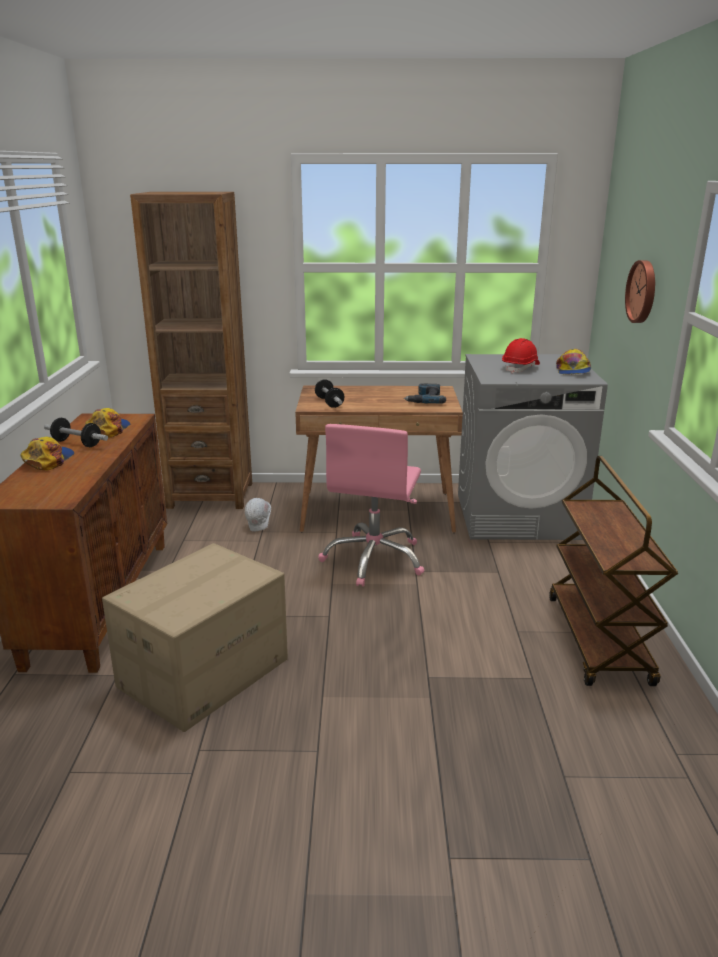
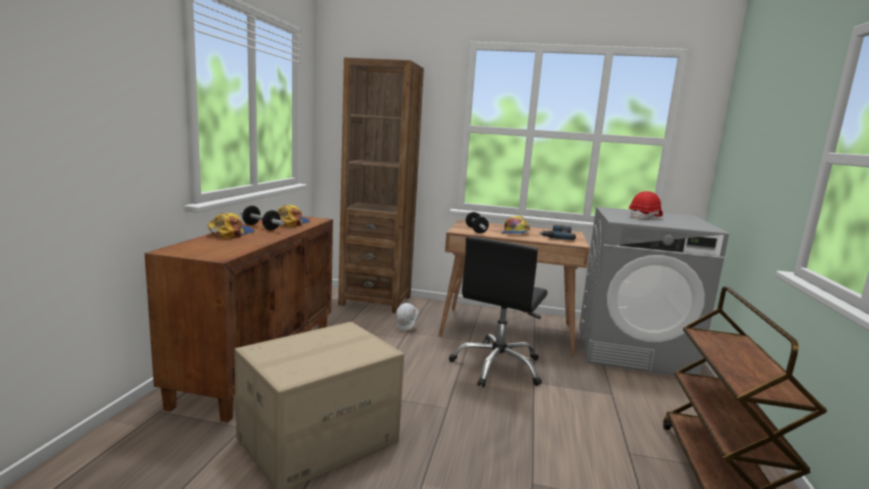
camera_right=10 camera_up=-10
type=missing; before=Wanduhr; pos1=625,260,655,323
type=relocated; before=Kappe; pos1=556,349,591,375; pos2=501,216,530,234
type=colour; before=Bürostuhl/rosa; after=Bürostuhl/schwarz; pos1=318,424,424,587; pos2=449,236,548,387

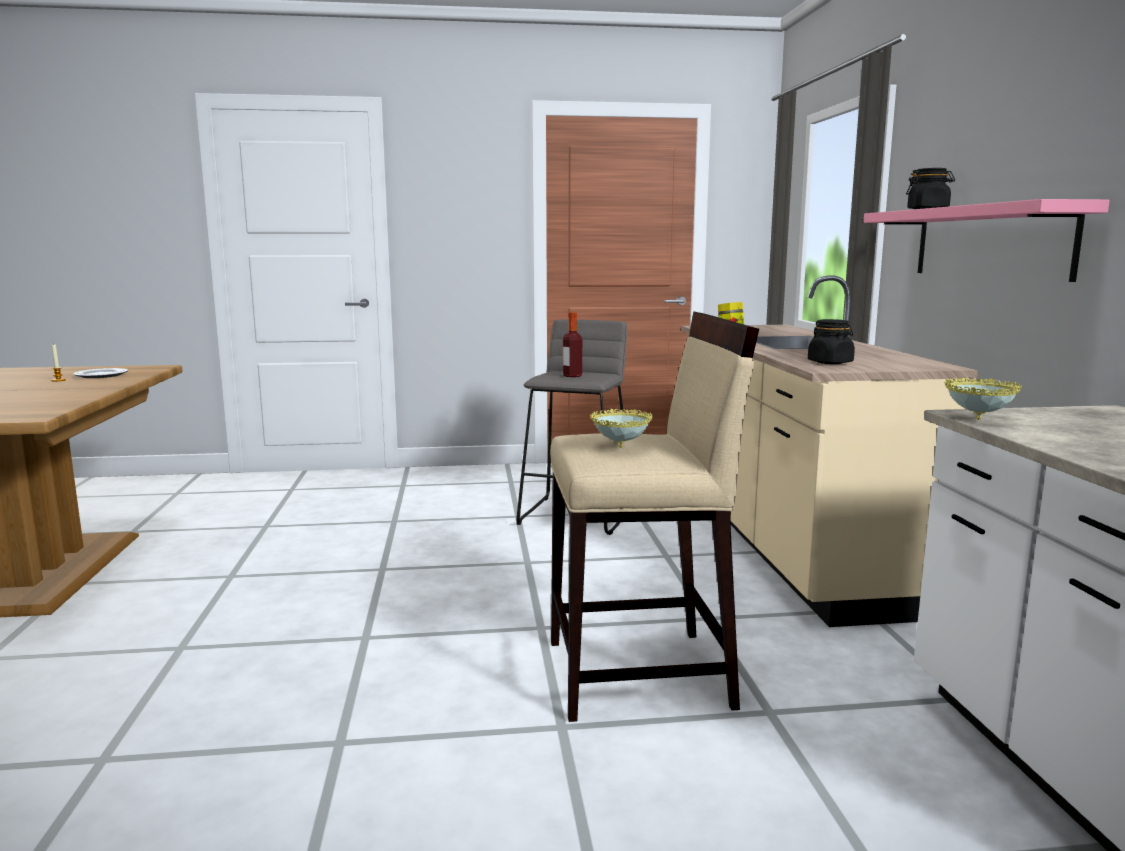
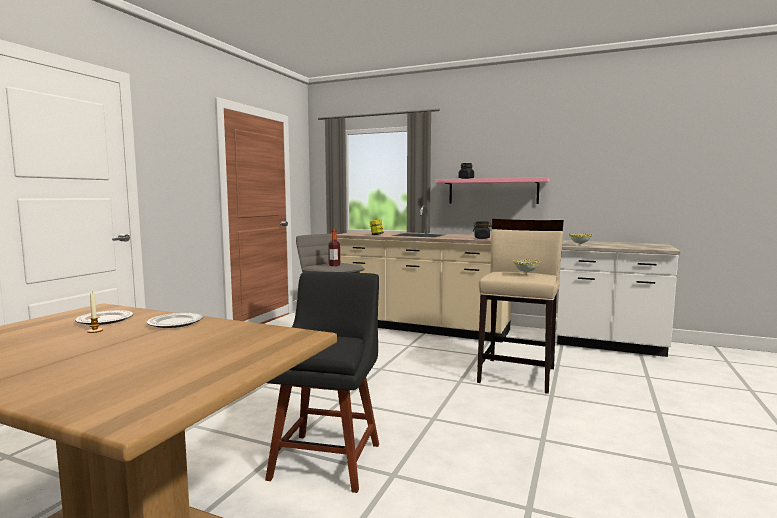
camera_right=-60 camera_up=-5
type=appeared; after=Teller; pos2=147,313,203,328
type=appeared; after=Stuhl/schwarz; pos2=265,271,379,493

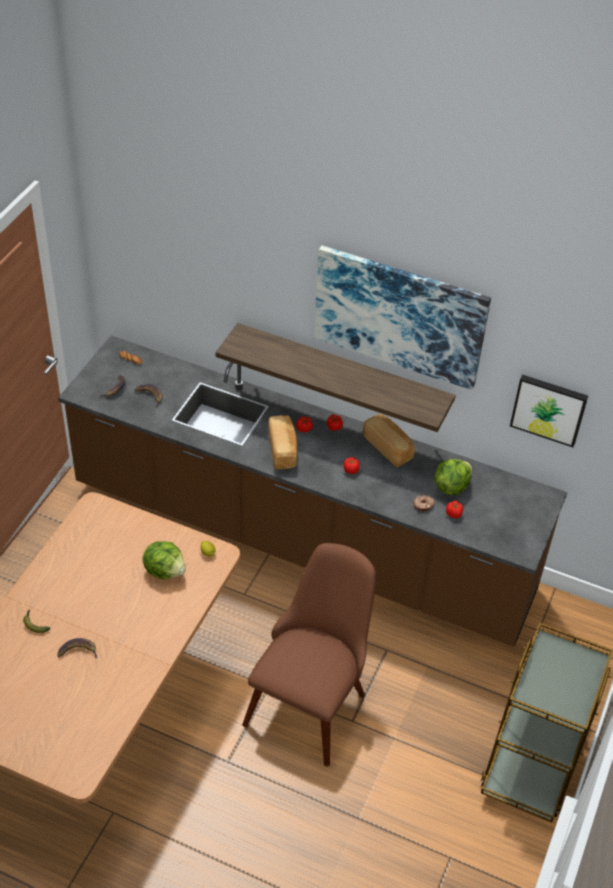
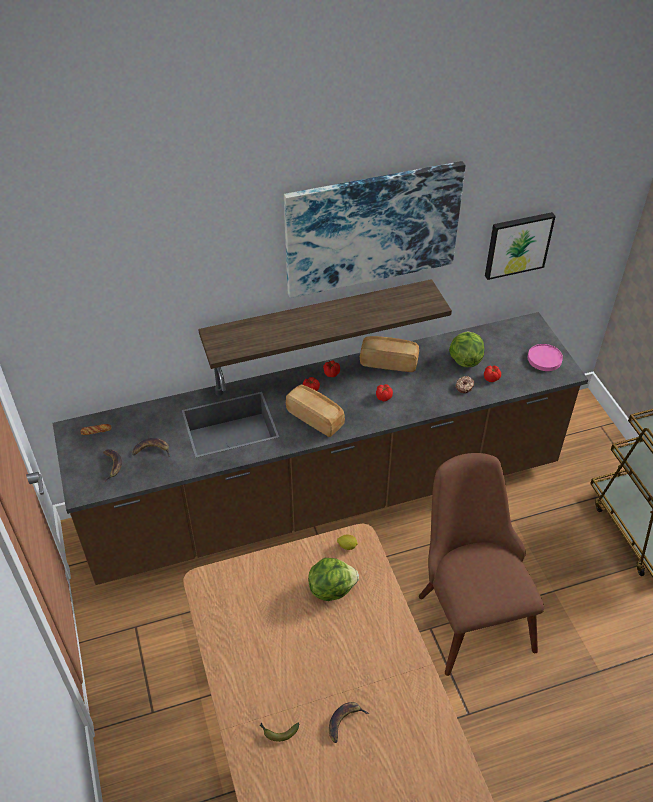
camera_right=-40 camera_up=0
type=appeared; after=Teller/rosa; pos2=528,344,563,371

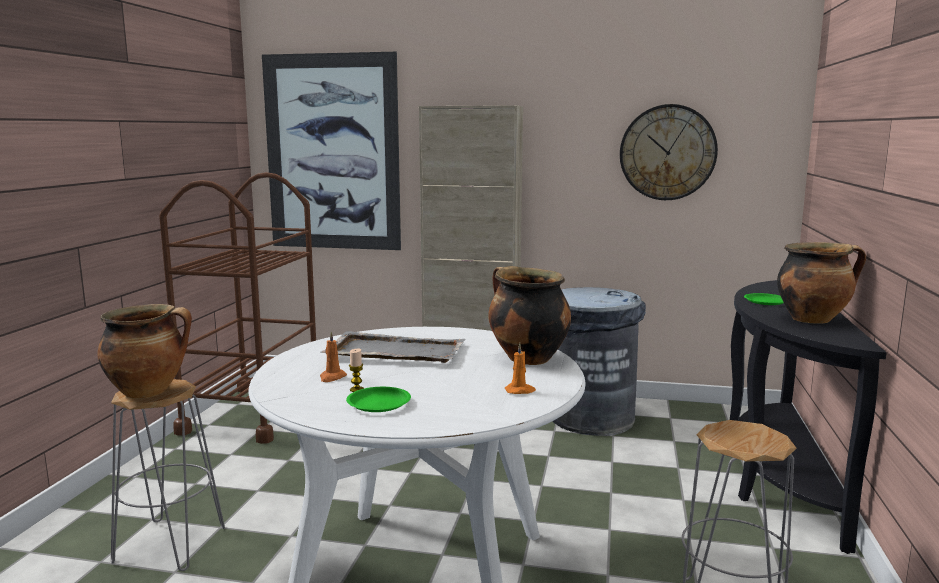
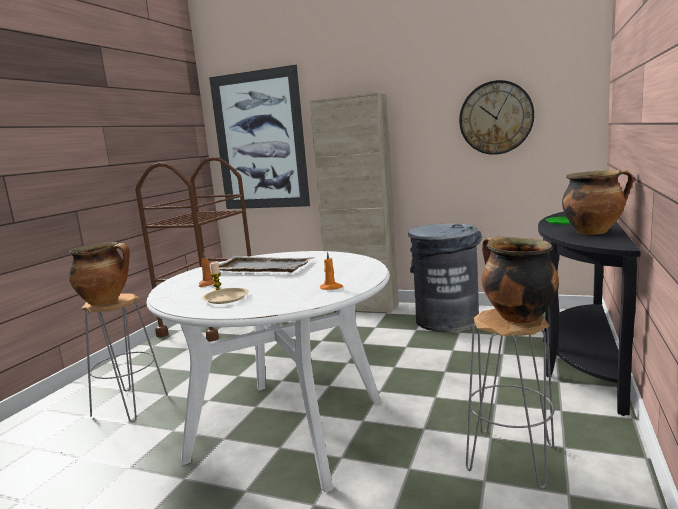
camera_right=10 camera_up=0
type=relocated; before=Kochtopf; pos1=488,266,571,365; pos2=482,237,559,324
type=colour; before=Teller/grün; after=Teller/beige; pos1=346,387,411,412; pos2=202,288,249,304

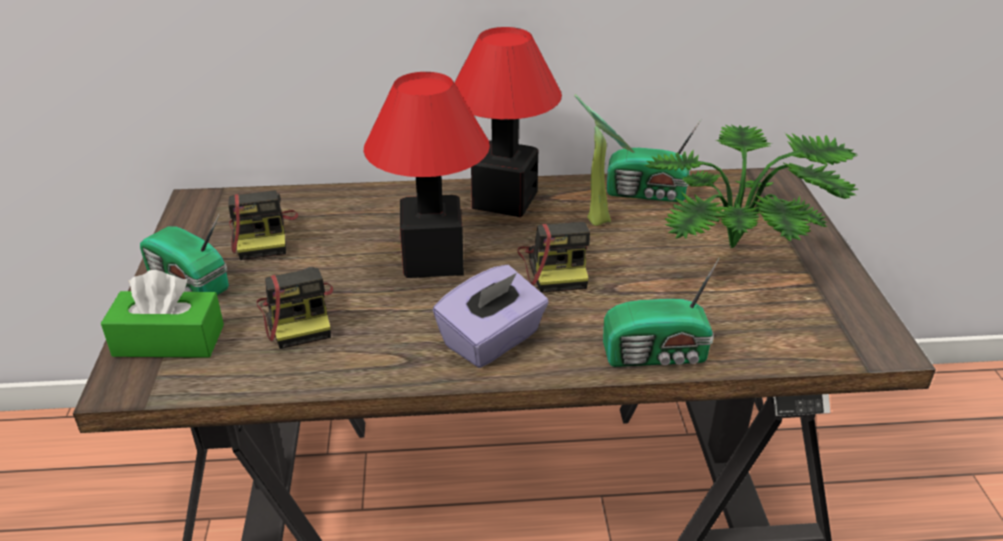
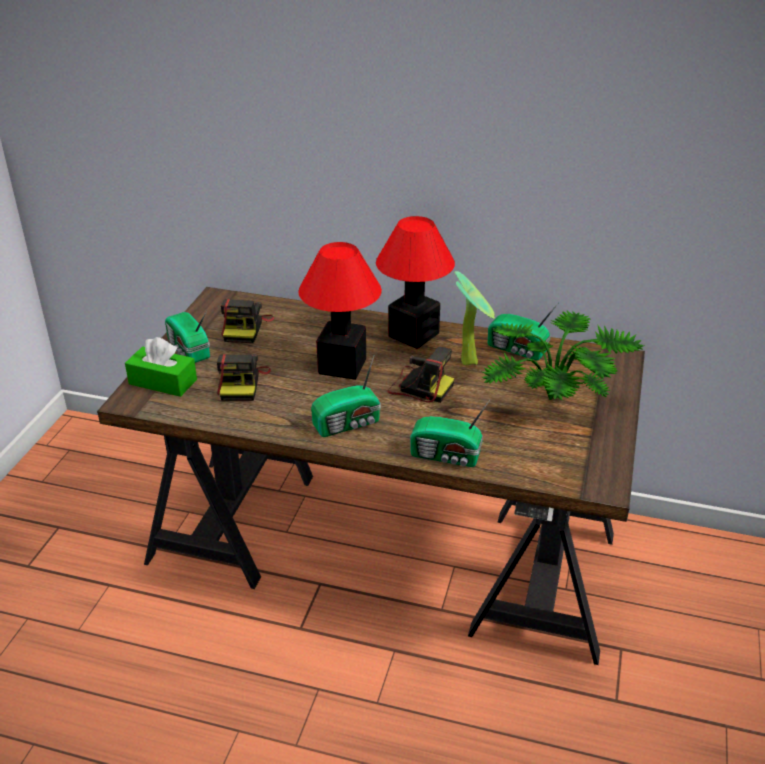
camera_right=20 camera_up=0
type=exchanged; before=Taschentuchbox/lila; after=Radio; pos1=433,265,549,368; pos2=311,356,381,437
type=spun; before=Kamera; pos1=518,222,590,293; pos2=387,347,454,403; turn=-75

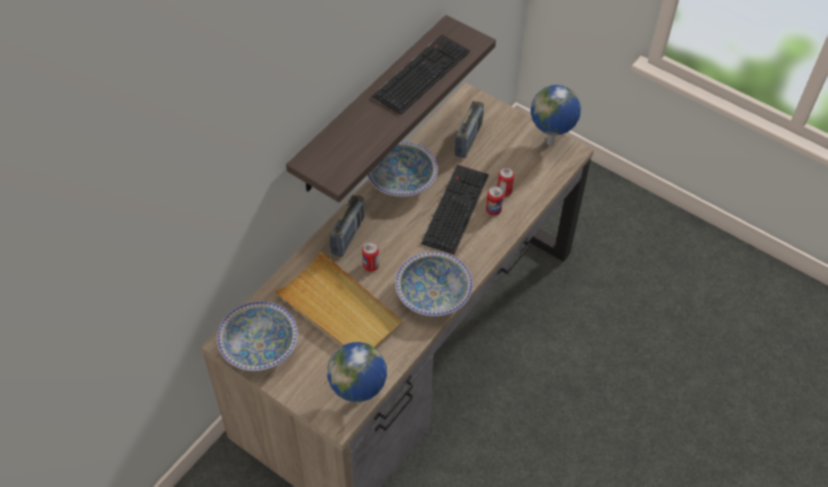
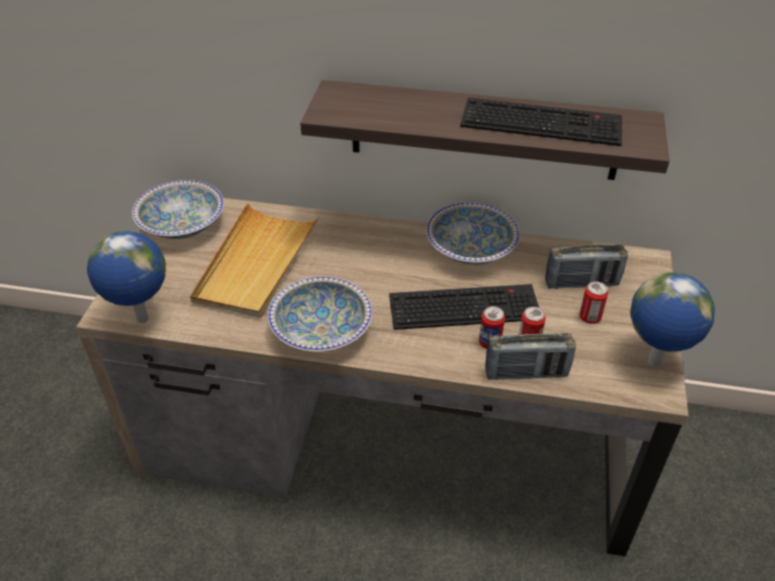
camera_right=65 camera_up=-10
type=relocated; before=Radio; pos1=330,195,365,257; pos2=485,333,576,380
type=relocated; before=Dose; pos1=362,242,379,272; pos2=579,281,608,324

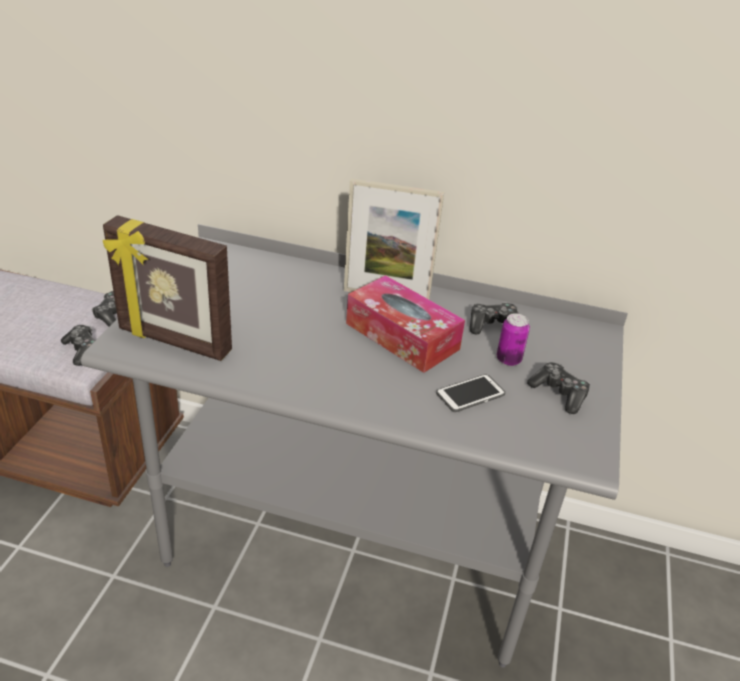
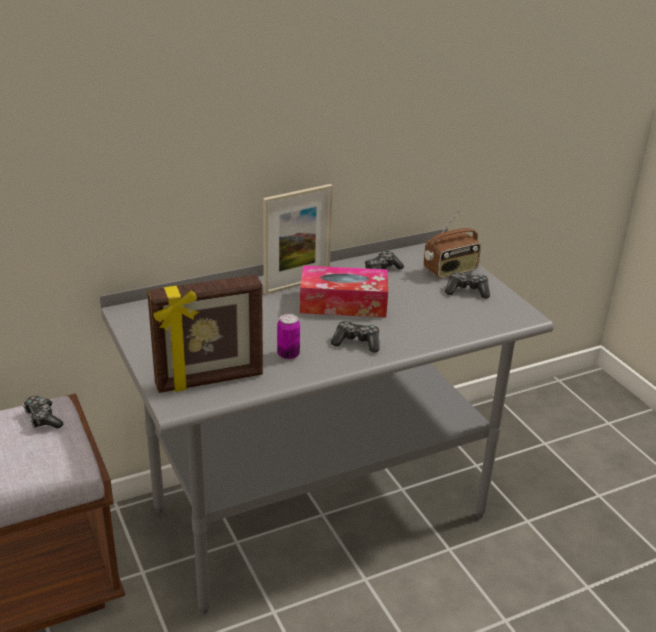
camera_right=-40 camera_up=-5
type=missing; before=Handy; pos1=436,374,505,412
type=appeared; after=Radio; pos2=424,210,481,278
type=relocated; before=Gamepad; pos1=61,325,96,366; pos2=331,321,380,353
type=relocated; before=Dose; pos1=497,313,530,366; pos2=277,314,300,360

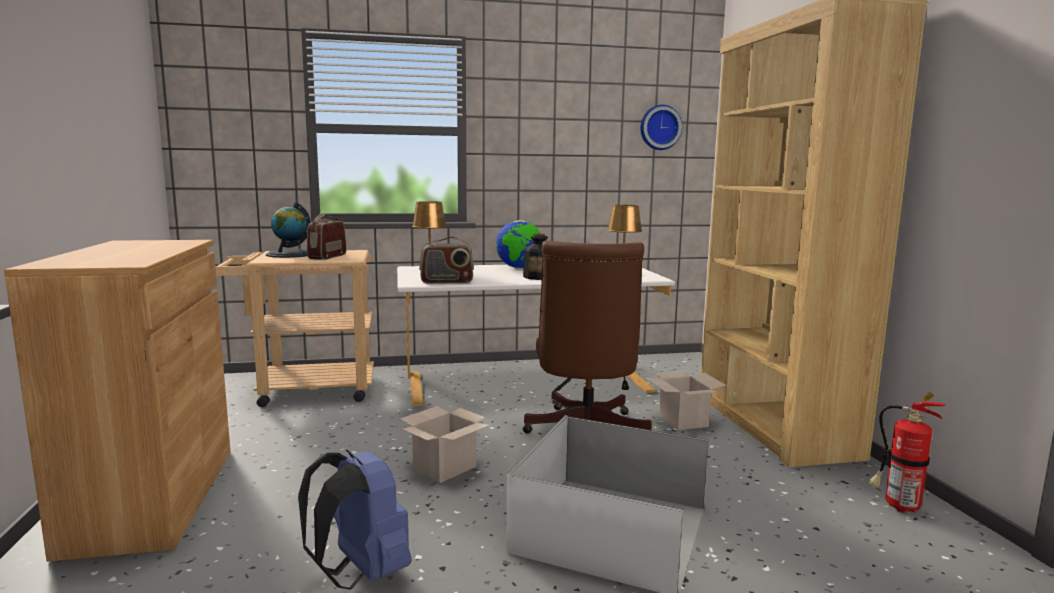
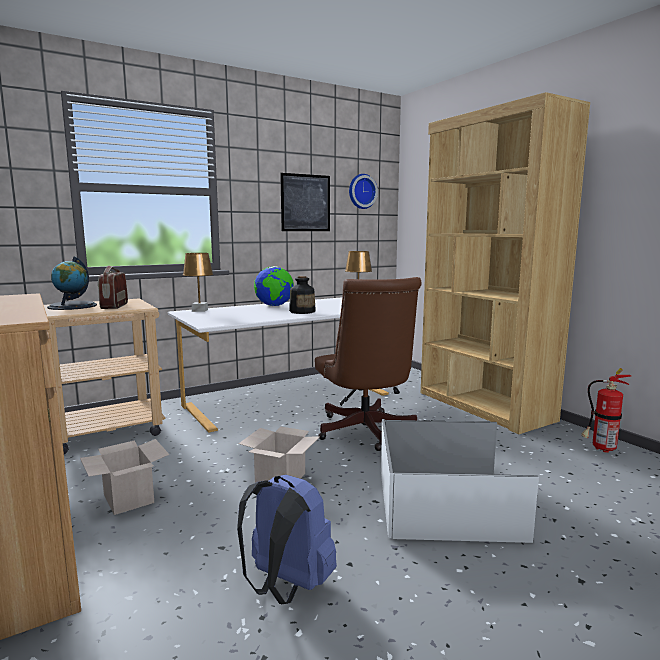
camera_right=-20 camera_up=0
type=missing; before=Radio; pos1=419,237,474,284
type=appeared; after=Bild; pos2=280,173,330,231
type=relocated; before=Karton; pos1=646,372,726,430; pos2=80,439,169,515

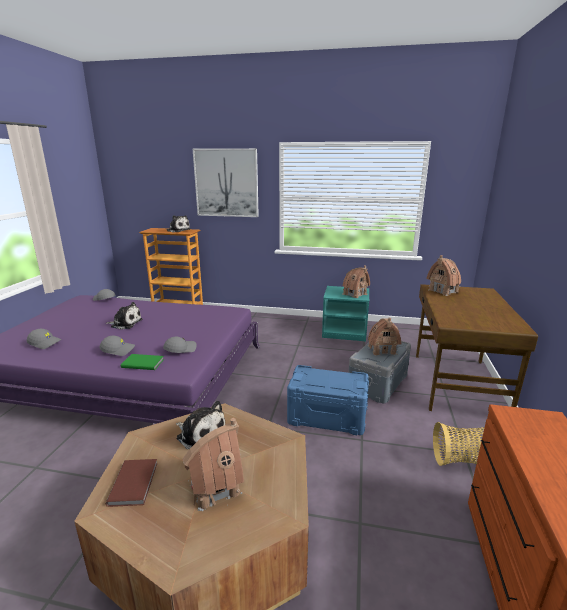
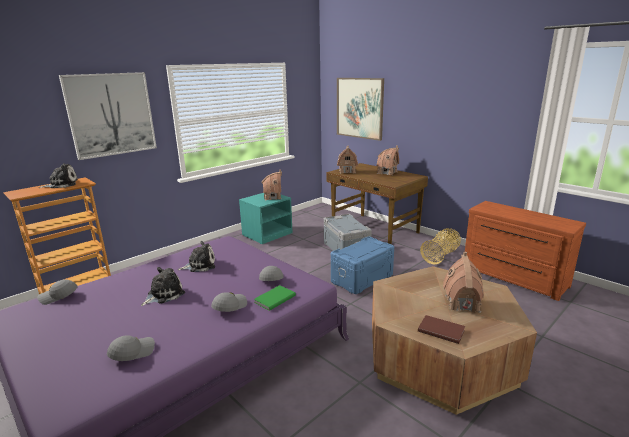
camera_right=-55 camera_up=0
type=appeared; after=Bild; pos2=337,78,384,141
type=relocated; before=Plüschtier; pos1=176,401,225,449; pos2=178,241,215,272
type=relocated; before=Spielzeughaus; pos1=368,318,401,356; pos2=376,145,399,176

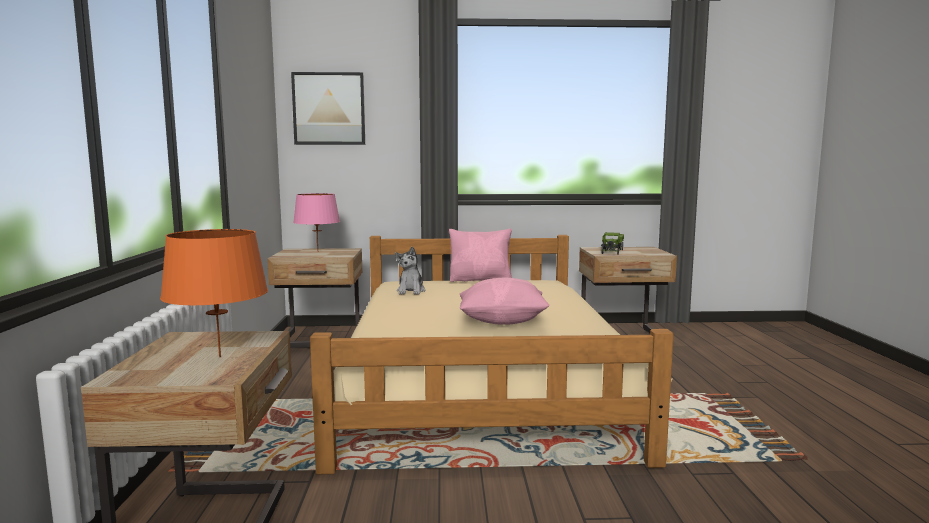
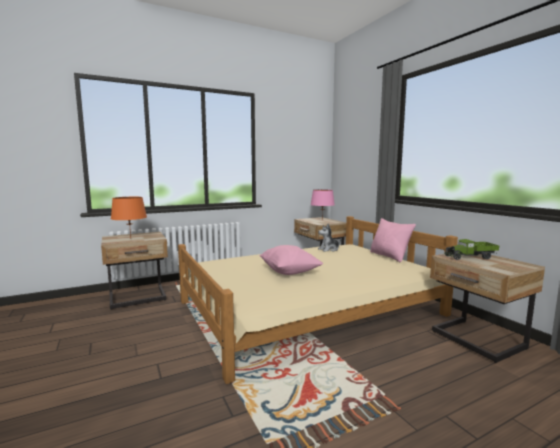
camera_right=65 camera_up=0
type=missing; before=Bild; pos1=291,72,365,145

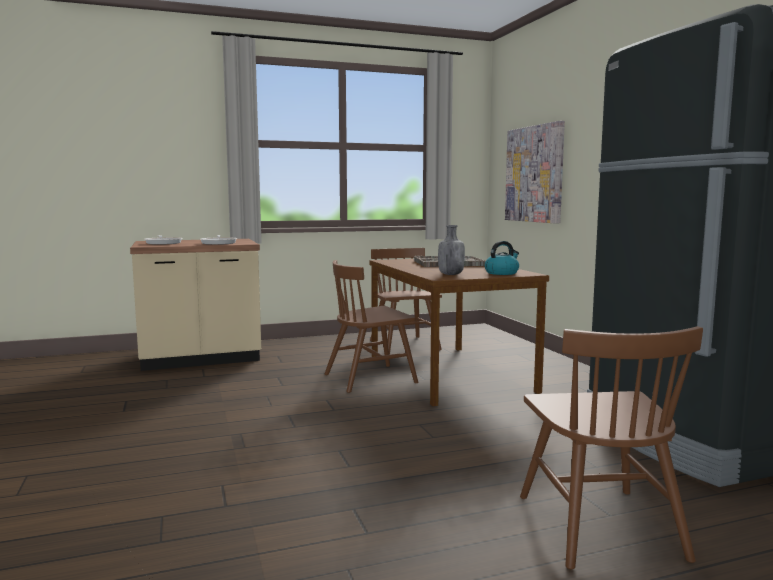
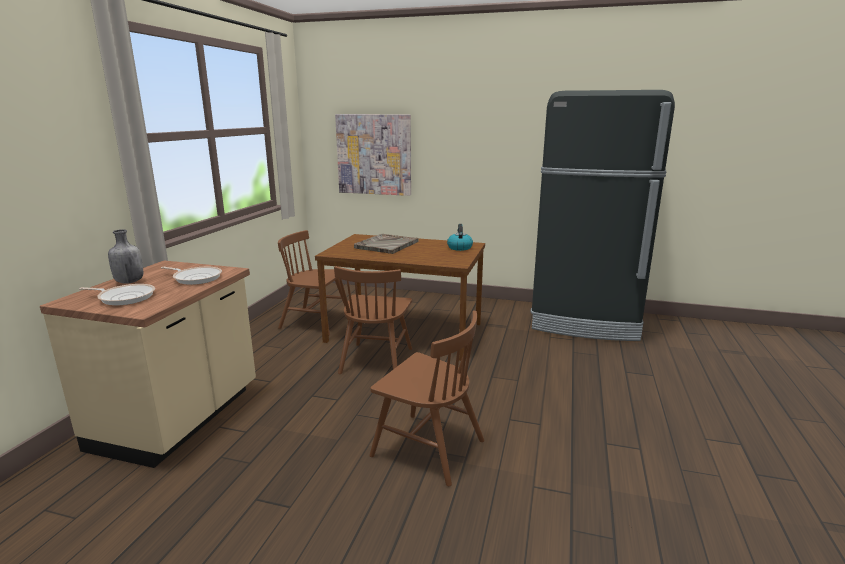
camera_right=-55 camera_up=10
type=relocated; before=Flasche/grau; pos1=438,225,465,275; pos2=108,229,143,284
type=relocated; before=Stuhl/braun; pos1=520,326,703,570; pos2=369,311,485,486

